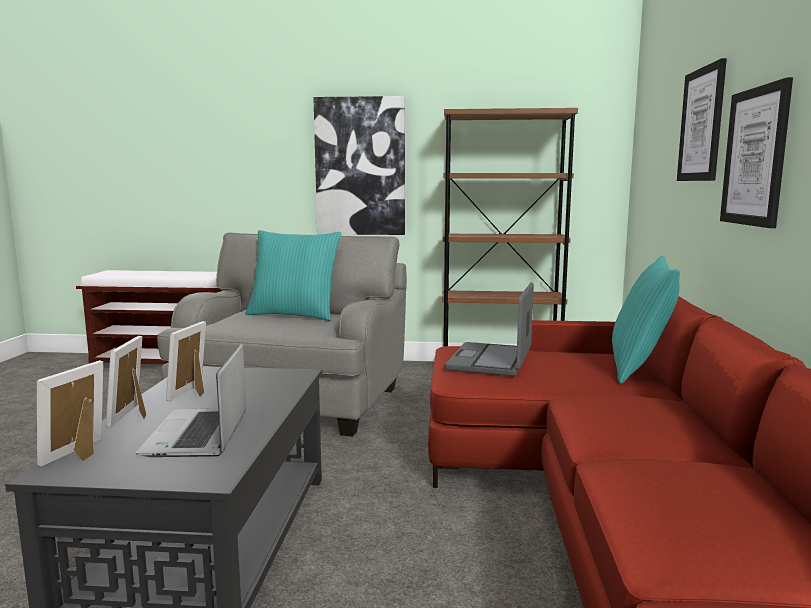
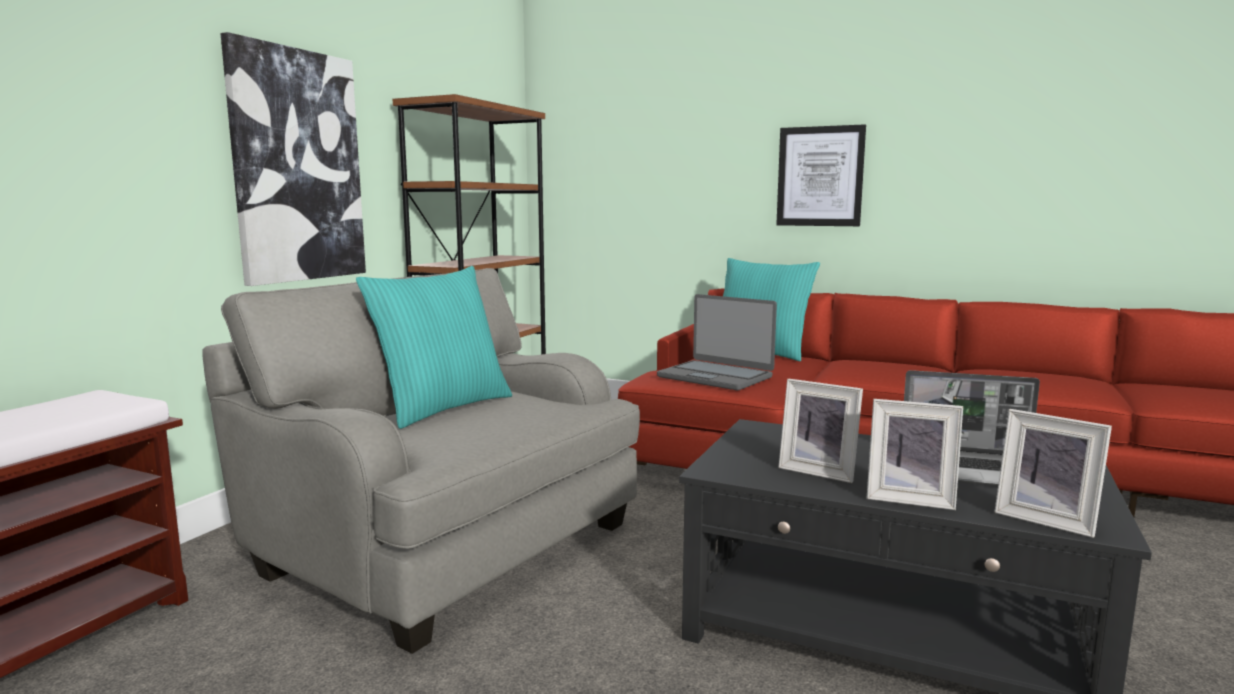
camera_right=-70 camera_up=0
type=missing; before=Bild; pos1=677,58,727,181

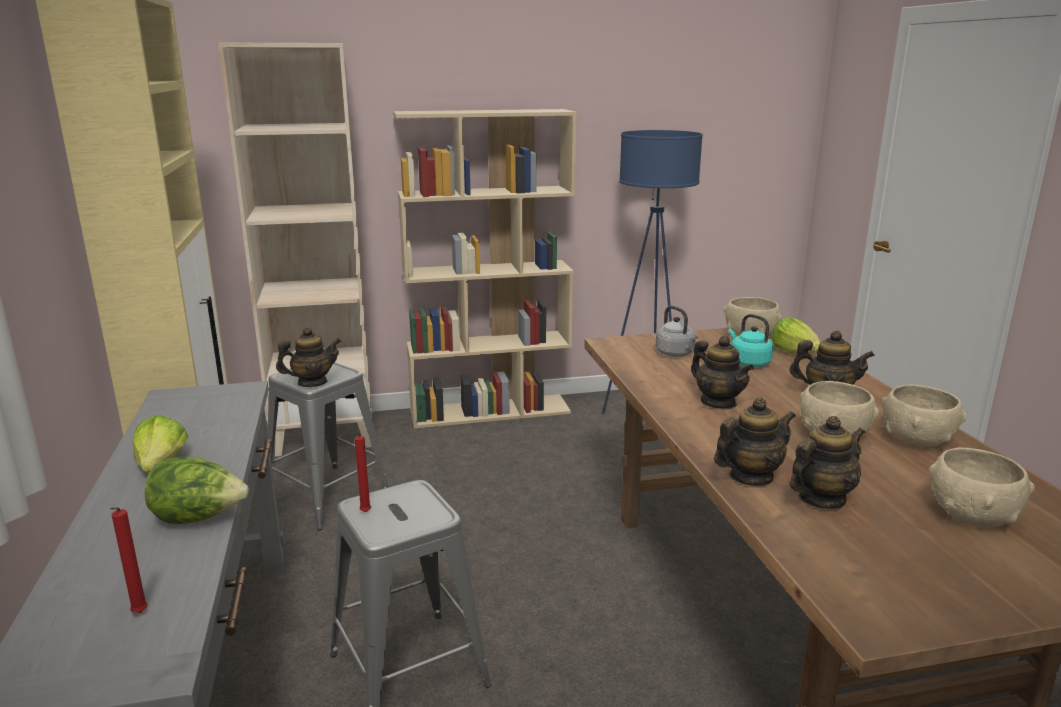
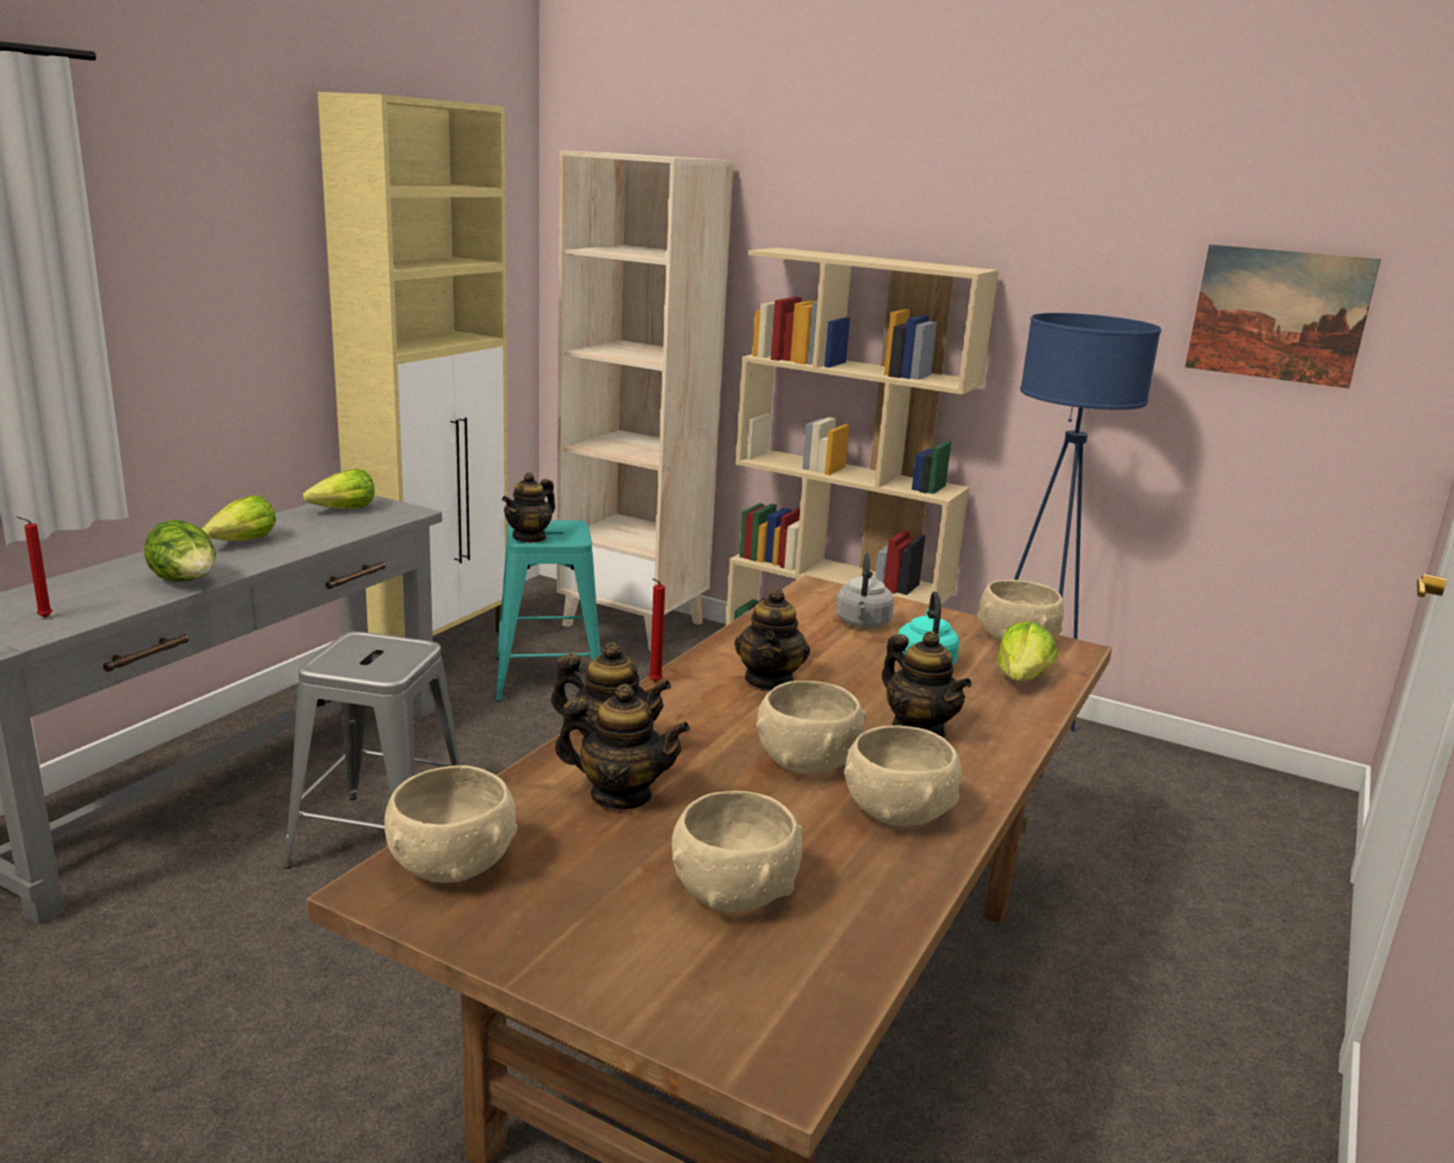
camera_right=40 camera_up=0
type=appeared; after=Salatkopf; pos2=303,469,375,508
type=appeared; after=Schüssel/beige; pos2=384,765,518,883
type=appeared; after=Bild; pos2=1185,244,1381,389
type=relocated; before=Kerze/rot; pos1=355,433,371,512; pos2=649,578,665,682
type=colour; before=Hocker/grau; after=Hocker/türkis; pos1=268,362,389,530; pos2=496,520,601,702
type=spun; before=Teekanne; pos1=276,327,341,387; pos2=502,472,555,543; turn=105

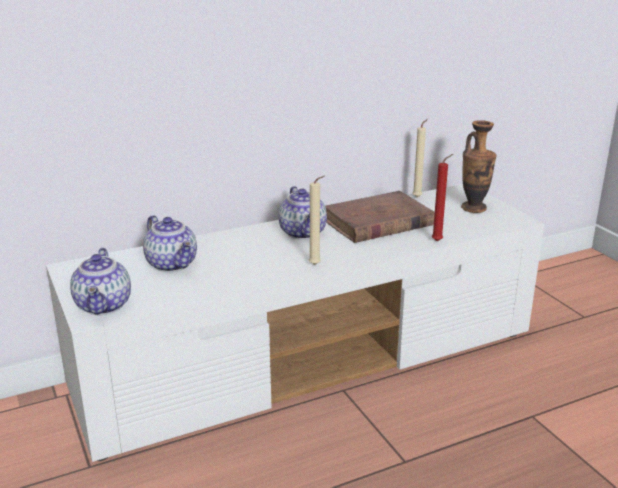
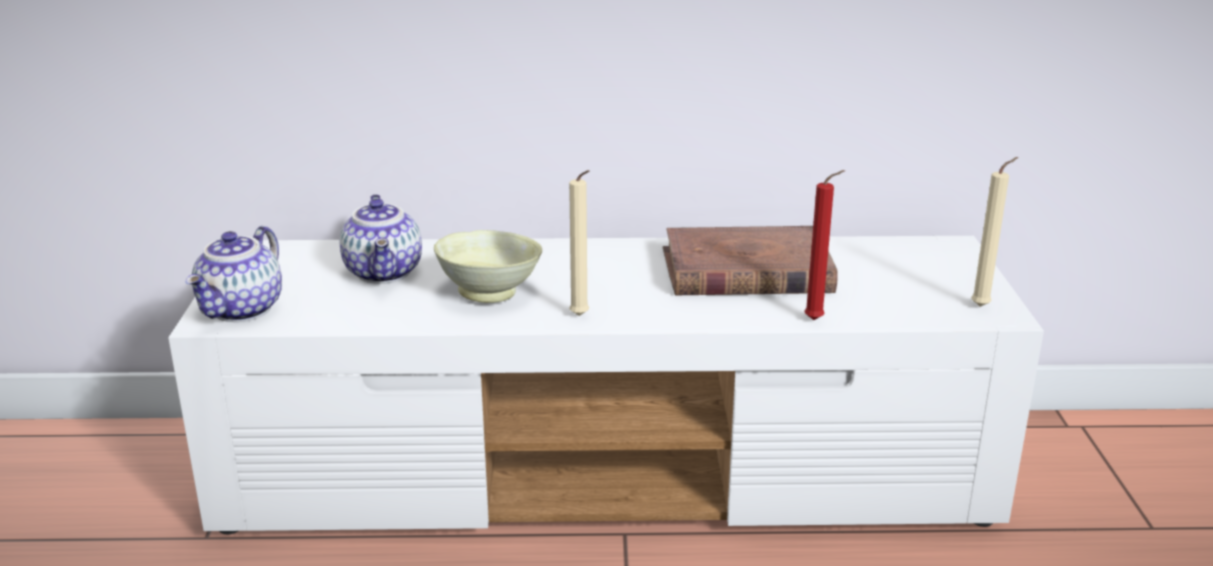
camera_right=25 camera_up=0
type=missing; before=Teekanne; pos1=278,186,327,240
type=missing; before=Vase; pos1=461,120,497,213
type=appeared; after=Schüssel/beige; pos2=434,230,542,303
type=relocated; before=Kerze/beige; pos1=412,119,428,197; pos2=971,157,1018,307

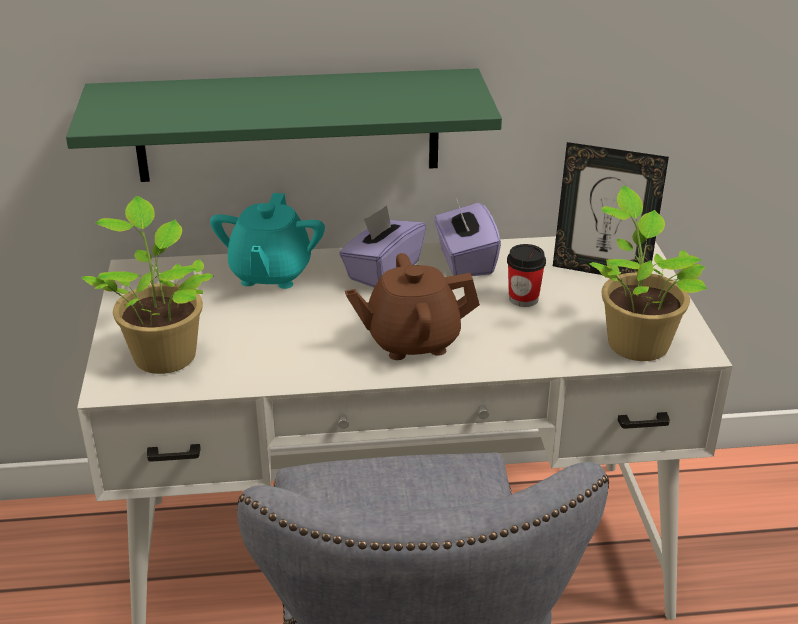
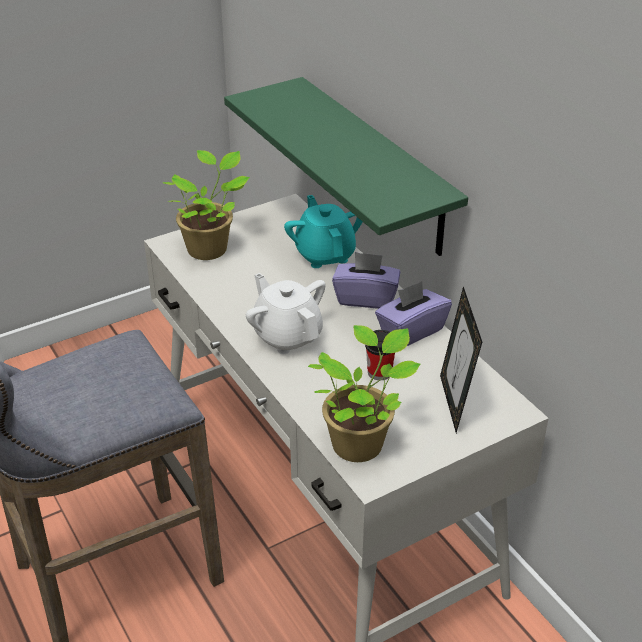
camera_right=65 camera_up=5
type=colour; before=Teekanne/braun; after=Teekanne/weiß; pos1=345,253,480,360; pos2=246,273,326,354
type=spun; before=Teekanne/türkis; pos1=210,193,325,289; pos2=284,195,362,268; turn=90

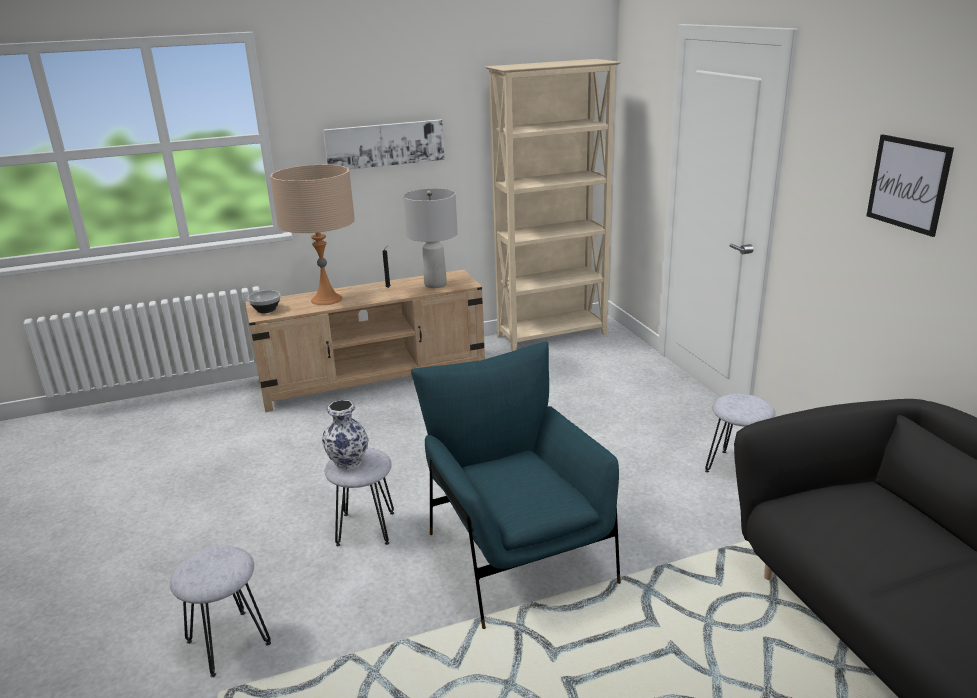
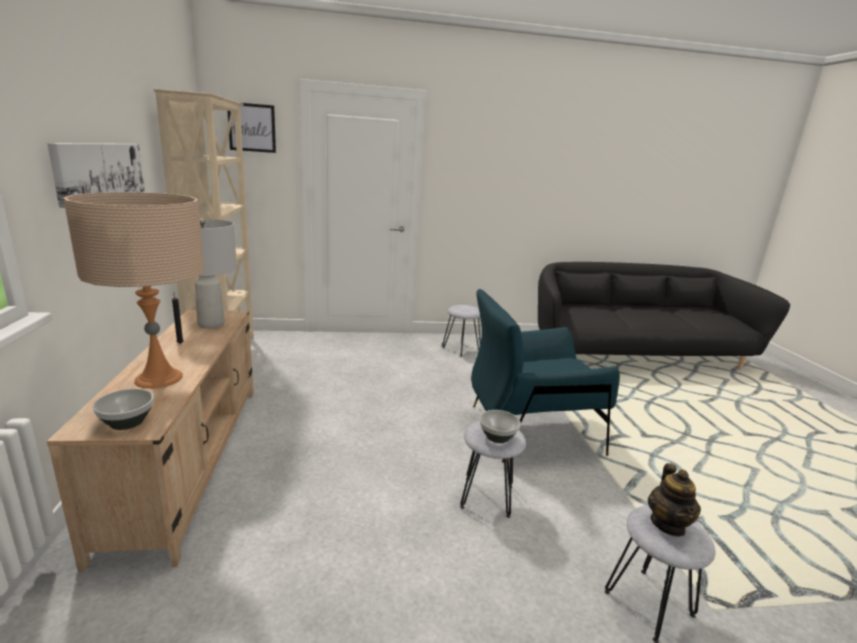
camera_right=-80 camera_up=-5
type=appeared; after=Teekanne; pos2=648,463,701,537
type=relocated; before=Bild; pos1=866,134,954,237; pos2=227,103,276,153
type=exchanged; before=Vase; after=Schüssel; pos1=322,400,368,470; pos2=480,410,521,443

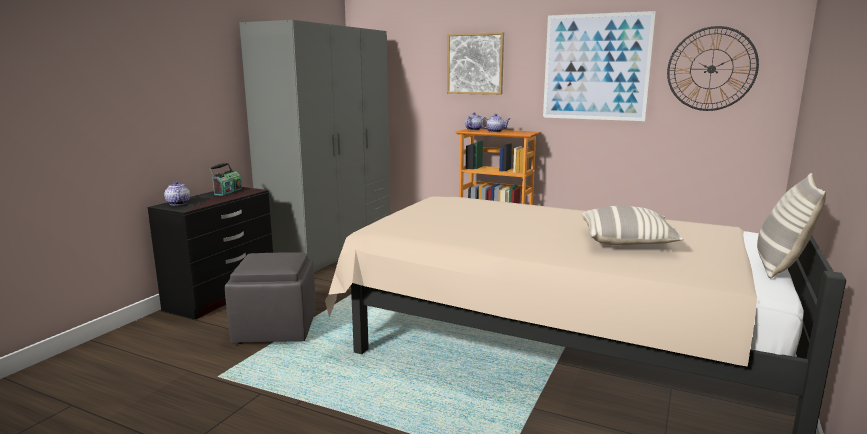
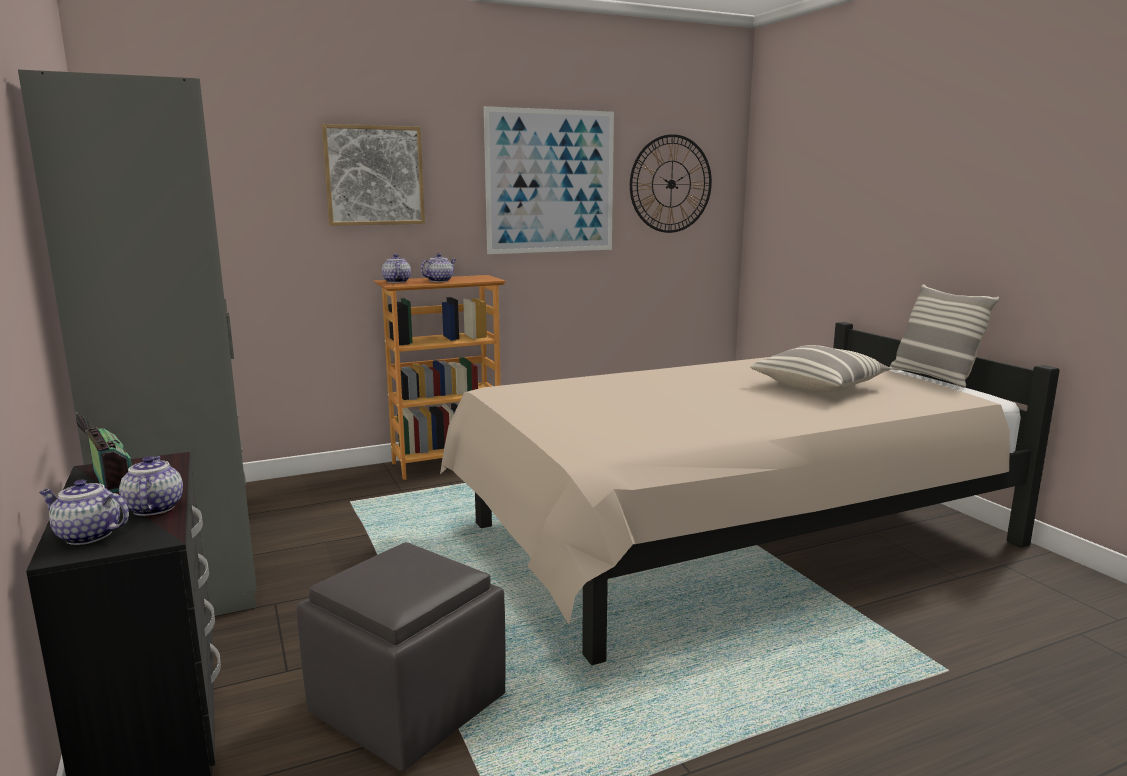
camera_right=-50 camera_up=0
type=appeared; after=Teekanne; pos2=119,456,183,516

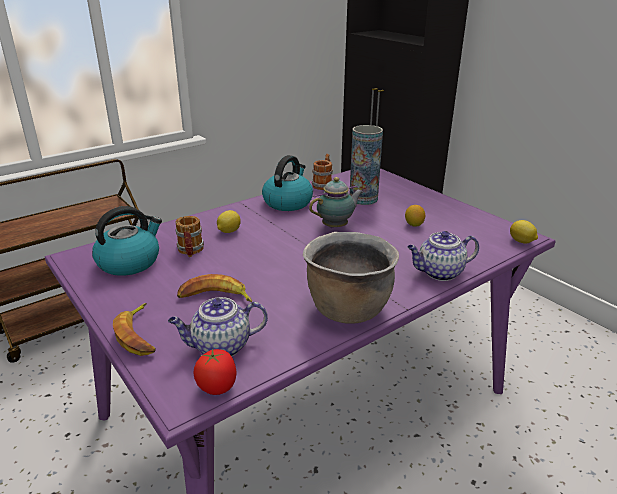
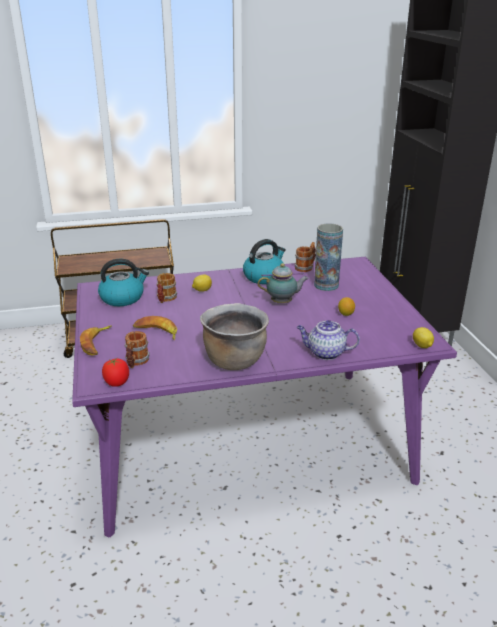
camera_right=25 camera_up=0
type=exchanged; before=Teekanne; after=Henkelbecher; pos1=168,297,268,356; pos2=125,331,150,368

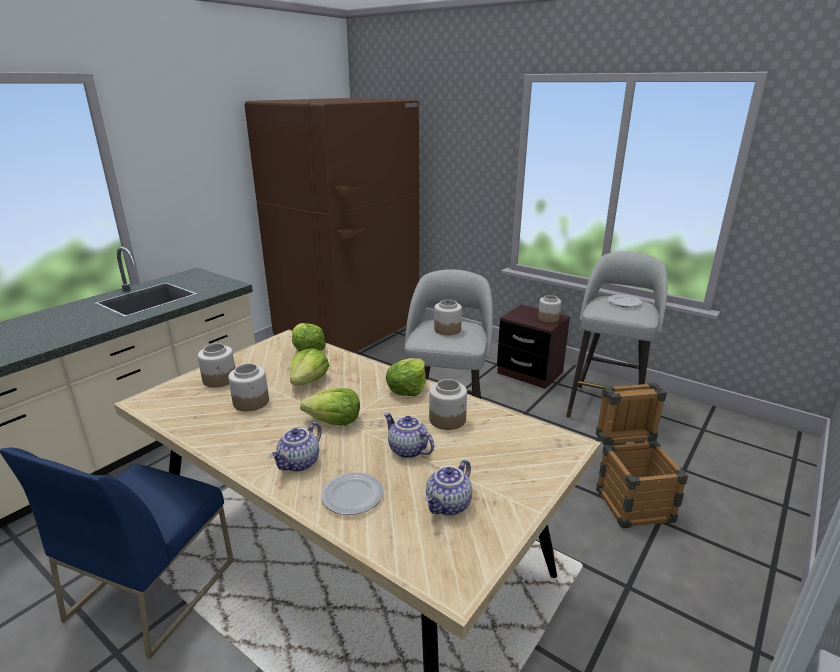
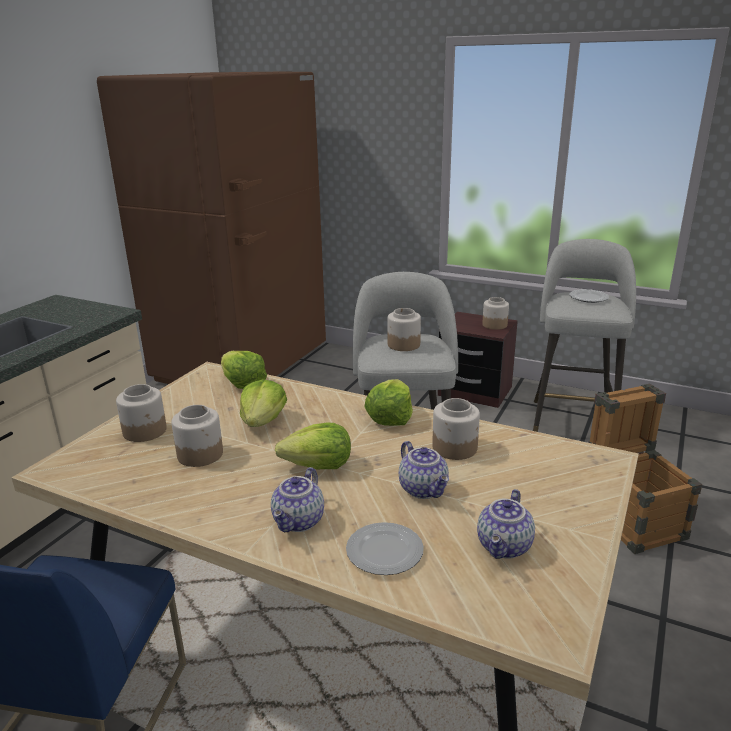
camera_right=-10 camera_up=0
type=spun; before=Teekanne; pos1=384,413,434,458; pos2=399,441,449,499; turn=-150

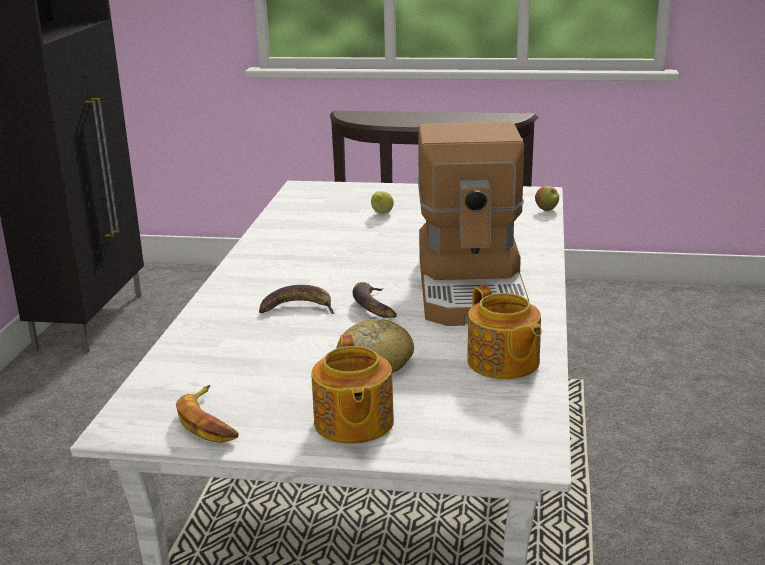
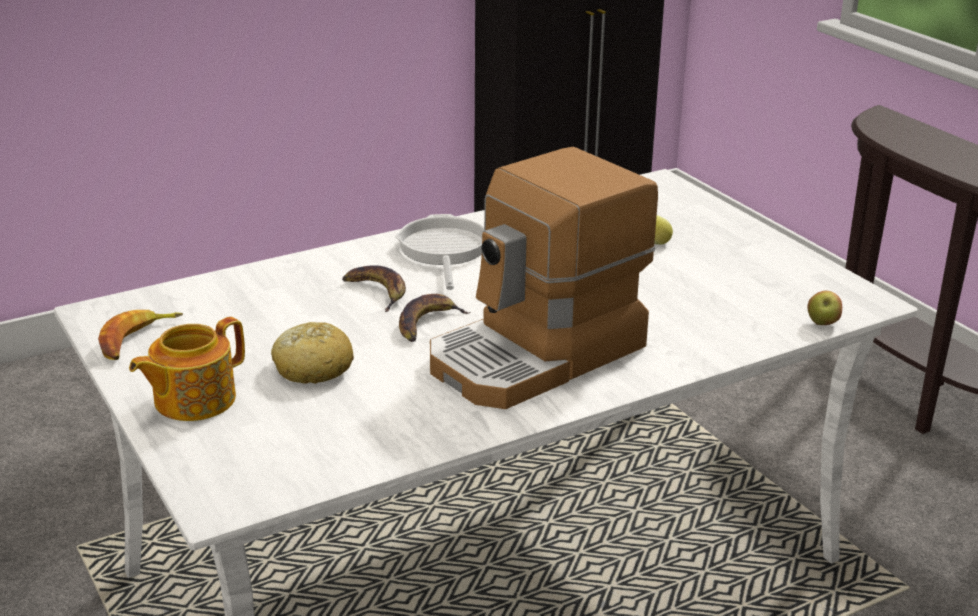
camera_right=50 camera_up=5
type=missing; before=Teekanne; pos1=467,285,542,379
type=appeared; after=Pfanne; pos2=395,214,484,290

